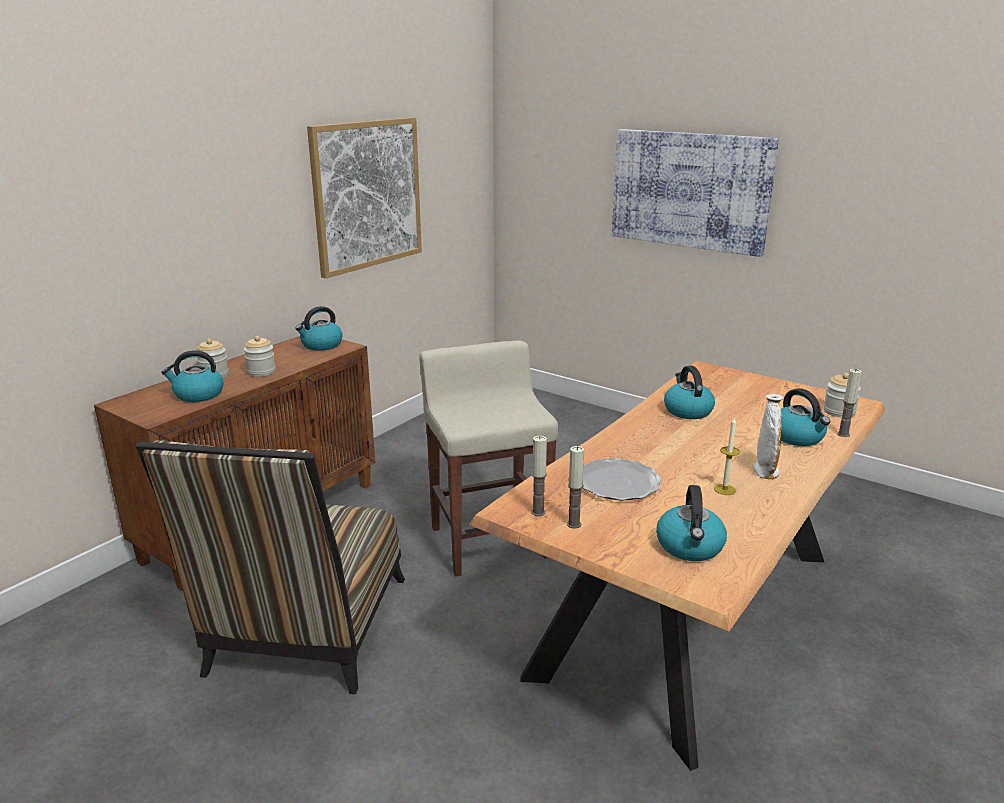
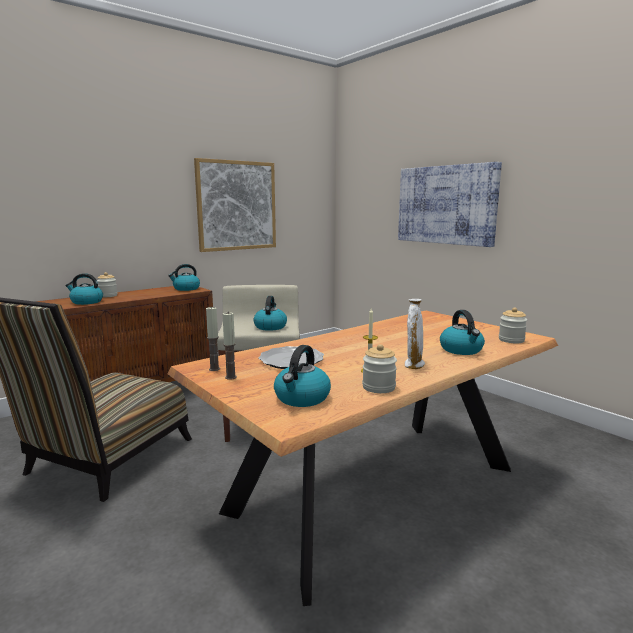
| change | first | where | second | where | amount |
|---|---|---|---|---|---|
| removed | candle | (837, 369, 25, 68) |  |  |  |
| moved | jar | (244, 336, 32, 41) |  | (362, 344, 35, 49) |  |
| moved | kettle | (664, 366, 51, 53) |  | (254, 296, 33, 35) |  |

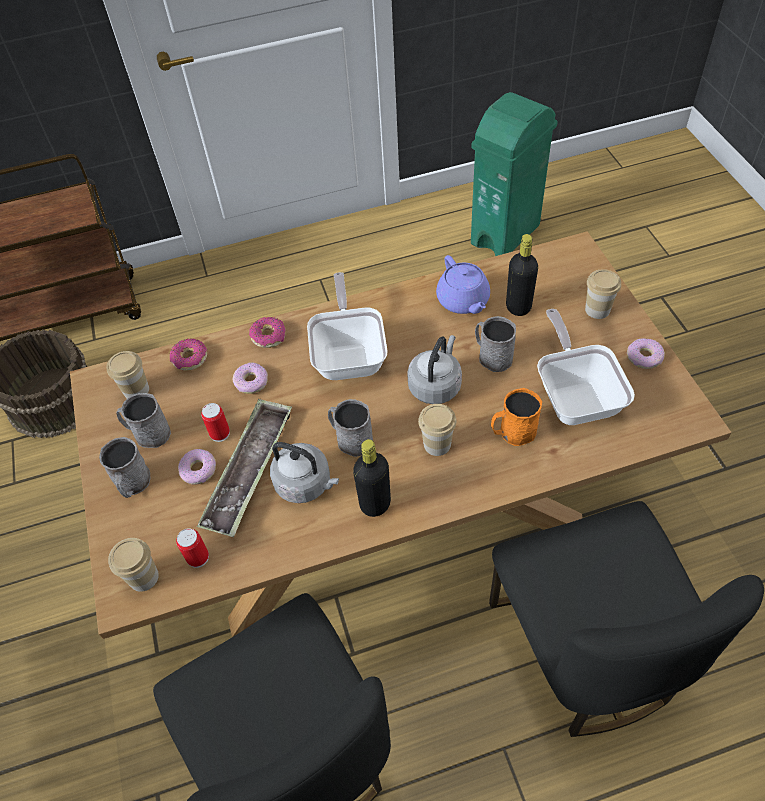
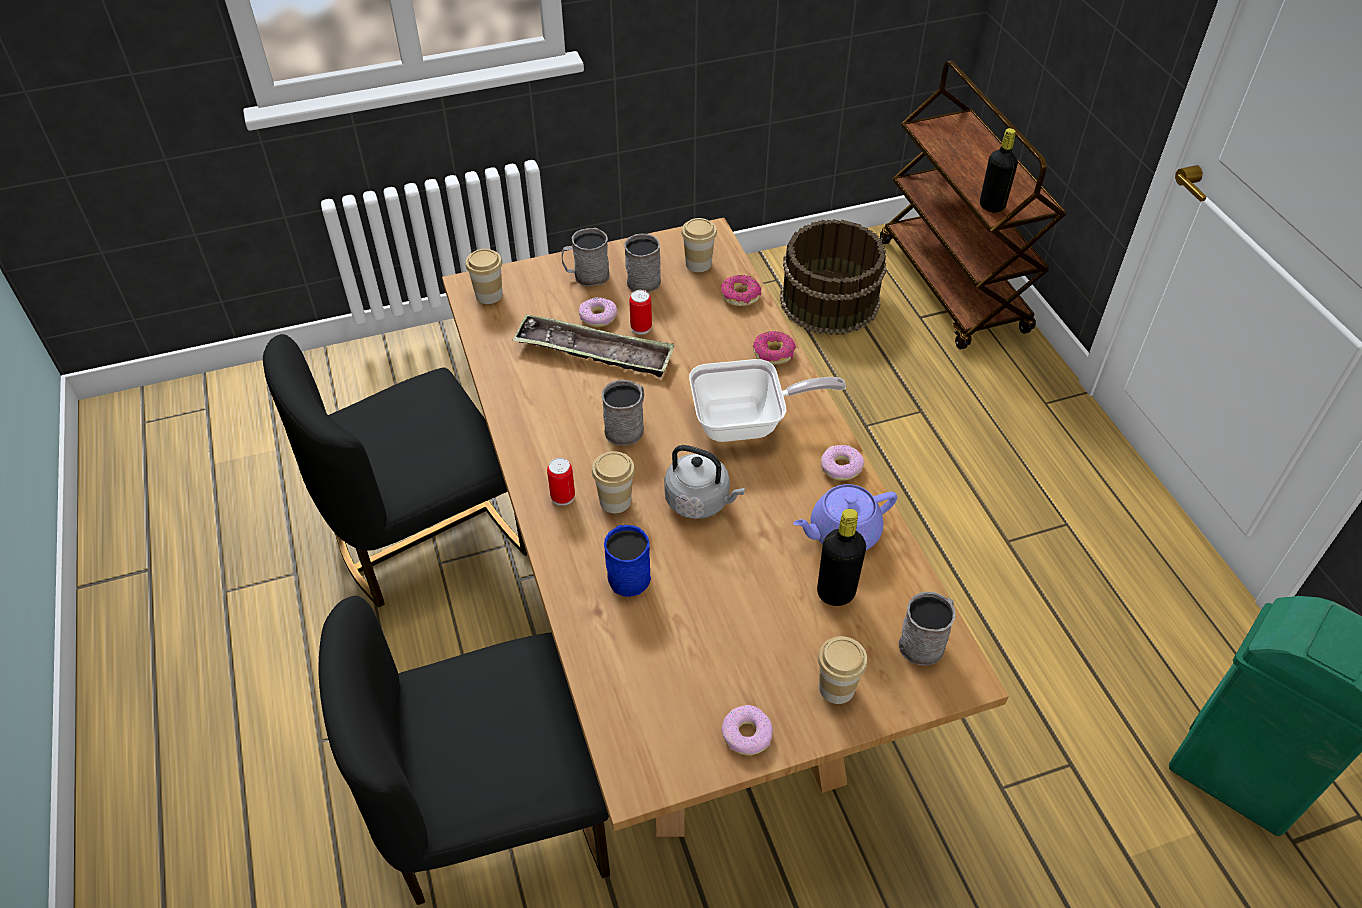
| change | first | where | second | where | amount |
|---|---|---|---|---|---|
| removed | grey kettle | (270, 442, 69, 61) |  |  |  |
| removed | frying pan | (537, 309, 98, 116) |  |  |  |
| moved | can | (176, 528, 33, 40) |  | (547, 458, 28, 48) |  |
| moved | donut | (233, 362, 35, 32) |  | (821, 445, 43, 36) |  |
| moved | black bottle | (353, 439, 38, 78) |  | (980, 128, 38, 85) |  |
| moved | grey mug | (475, 316, 41, 56) |  | (898, 592, 57, 74) |  |
| recoloured | orange mug | (491, 388, 51, 58) | blue mug | (604, 525, 47, 72) |  |

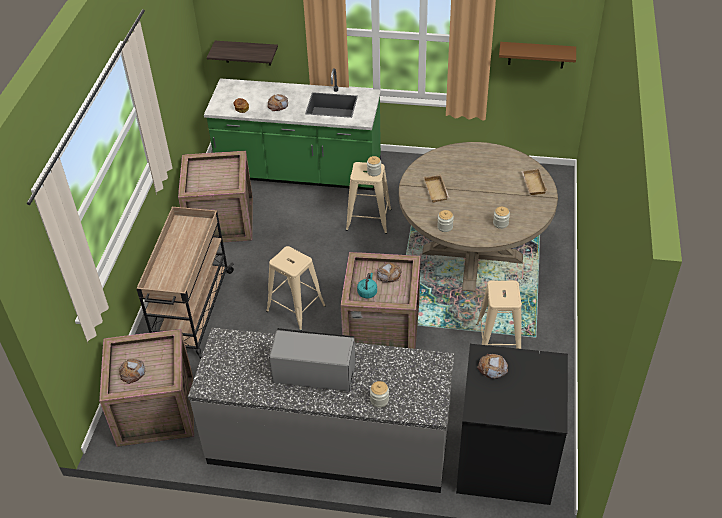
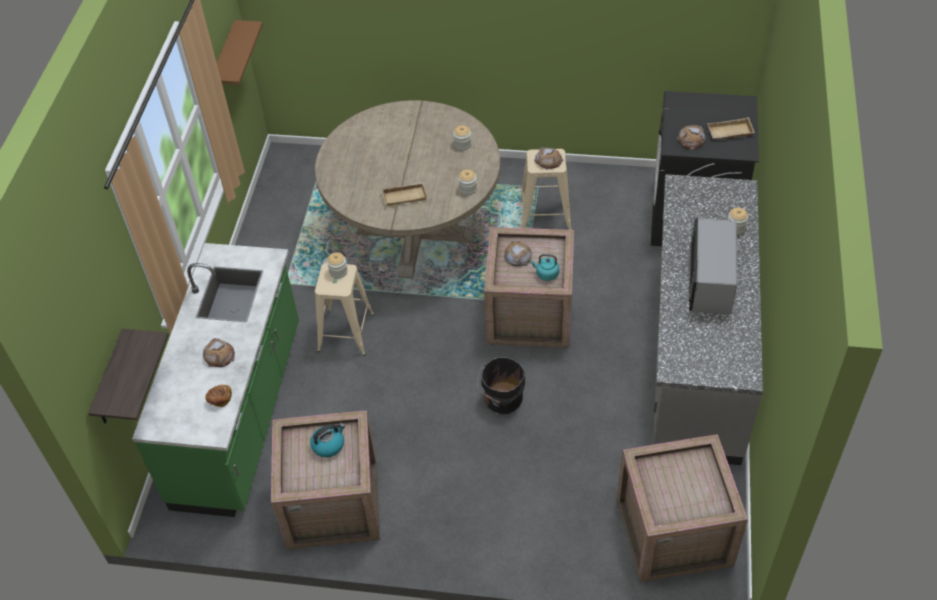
| change | first | where | second | where | amount |
|---|---|---|---|---|---|
| removed | beige cart | (136, 207, 98, 153) |  |  |  |
| added |  |  | kettle | (310, 423, 35, 34) |  |
| moved | bread | (119, 359, 26, 25) |  | (535, 147, 28, 23) |  |
| moved | beige tray | (521, 169, 27, 26) |  | (707, 117, 48, 22) |  |
| replaced | beige stool | (266, 246, 60, 85) | black bucket | (477, 357, 48, 57) |  |

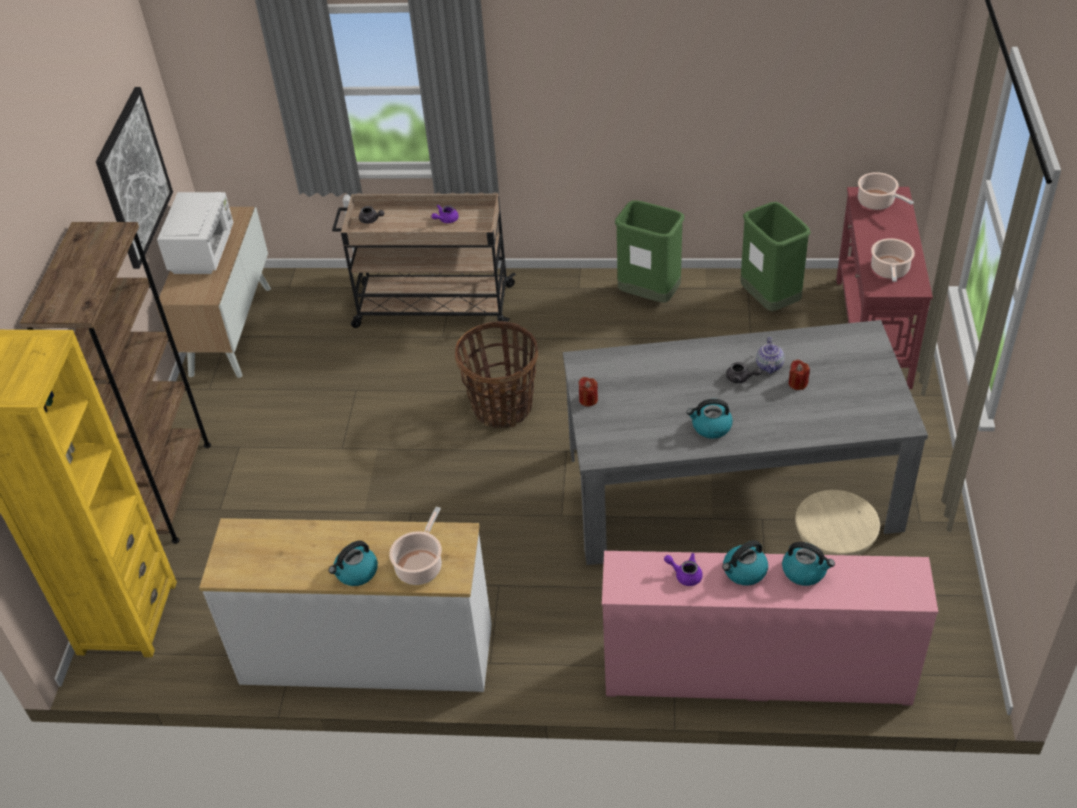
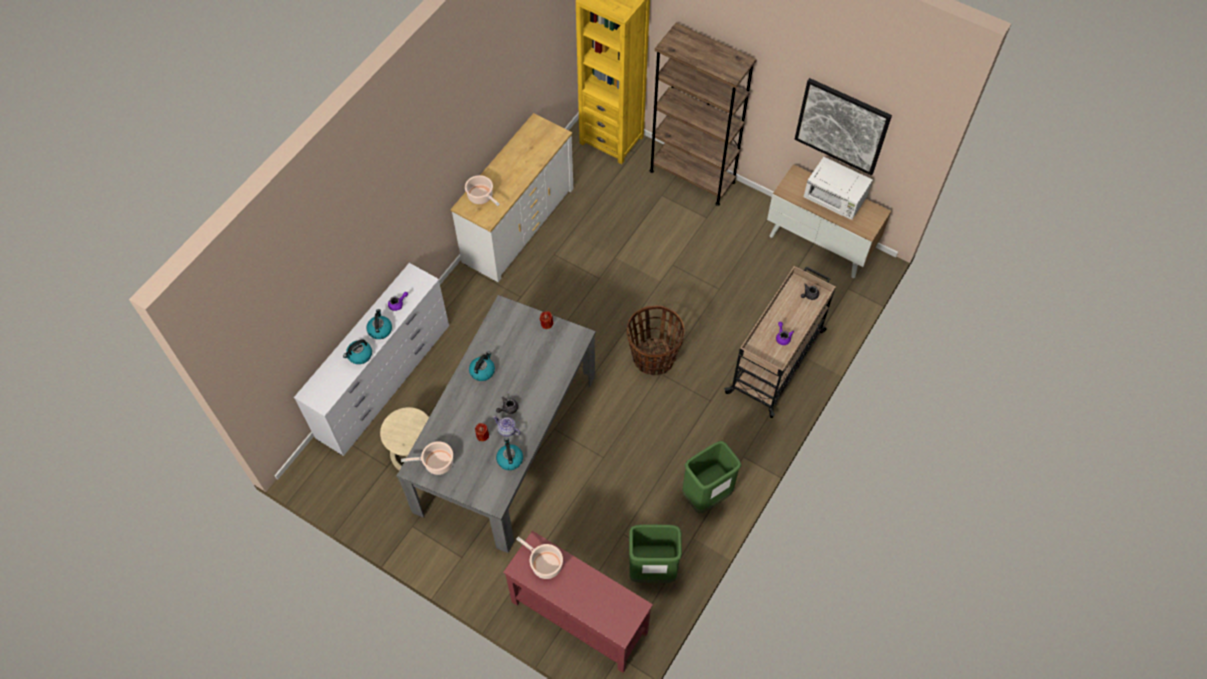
| change | first | where | second | where | amount |
|---|---|---|---|---|---|
| moved | kettle | (329, 541, 49, 45) |  | (496, 438, 27, 32) |  |
| moved | cooking pot | (858, 172, 56, 38) |  | (401, 441, 52, 34) |  |
| recoloured | pink dresser | (602, 551, 336, 155) | white dresser | (294, 263, 155, 193) |  |

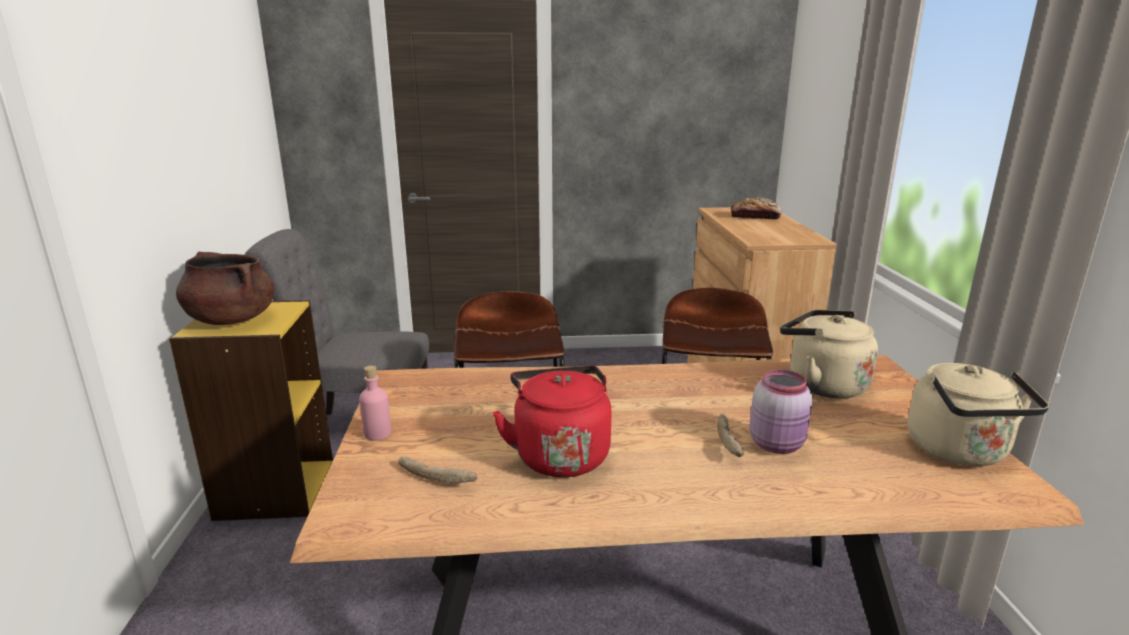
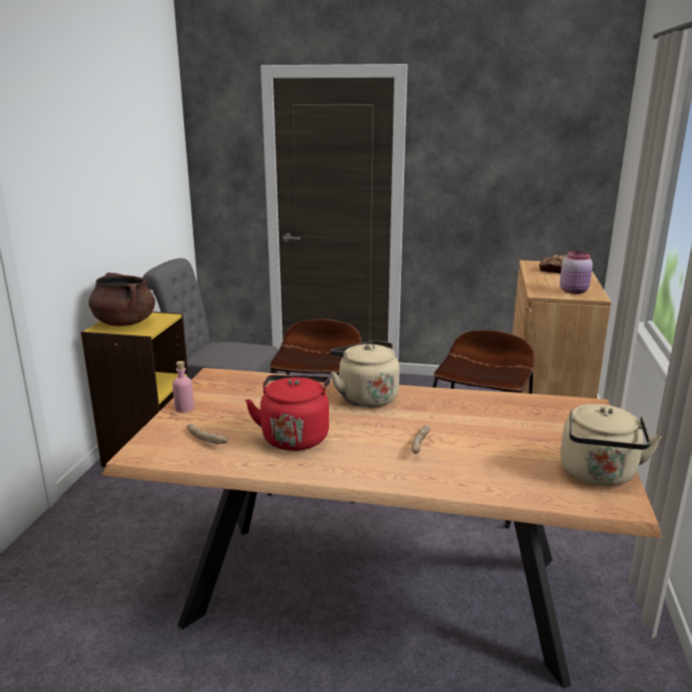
| change | first | where | second | where | amount |
|---|---|---|---|---|---|
| moved | pink jar | (749, 369, 63, 85) |  | (560, 251, 33, 43) |  |
| moved | beige kettle | (780, 310, 98, 88) |  | (330, 340, 70, 67) |  |

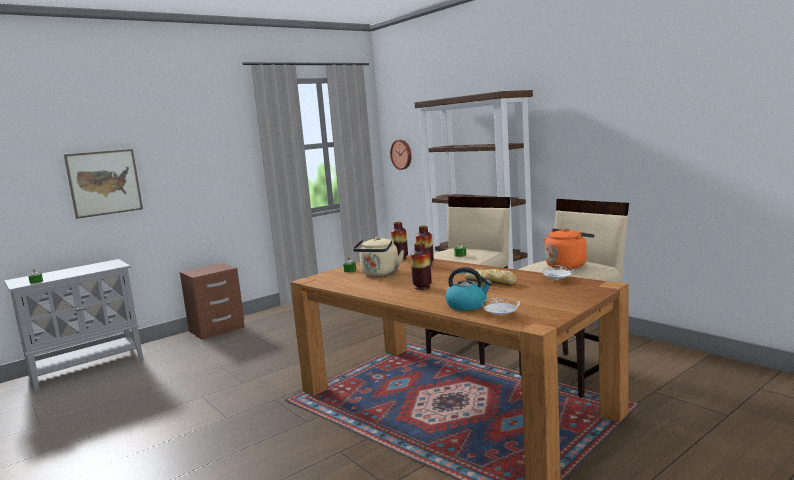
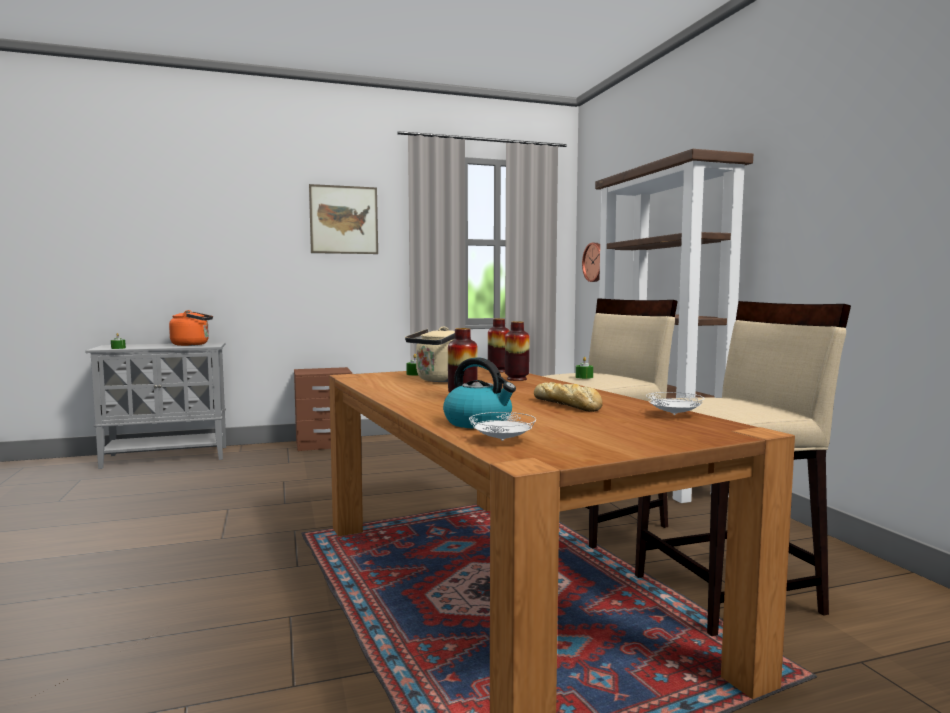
| change | first | where | second | where | amount |
|---|---|---|---|---|---|
| moved | picture | (64, 149, 79, 70) |  | (309, 184, 69, 70) |  |
| moved | orange kettle | (544, 228, 50, 41) |  | (169, 310, 44, 36) |  |

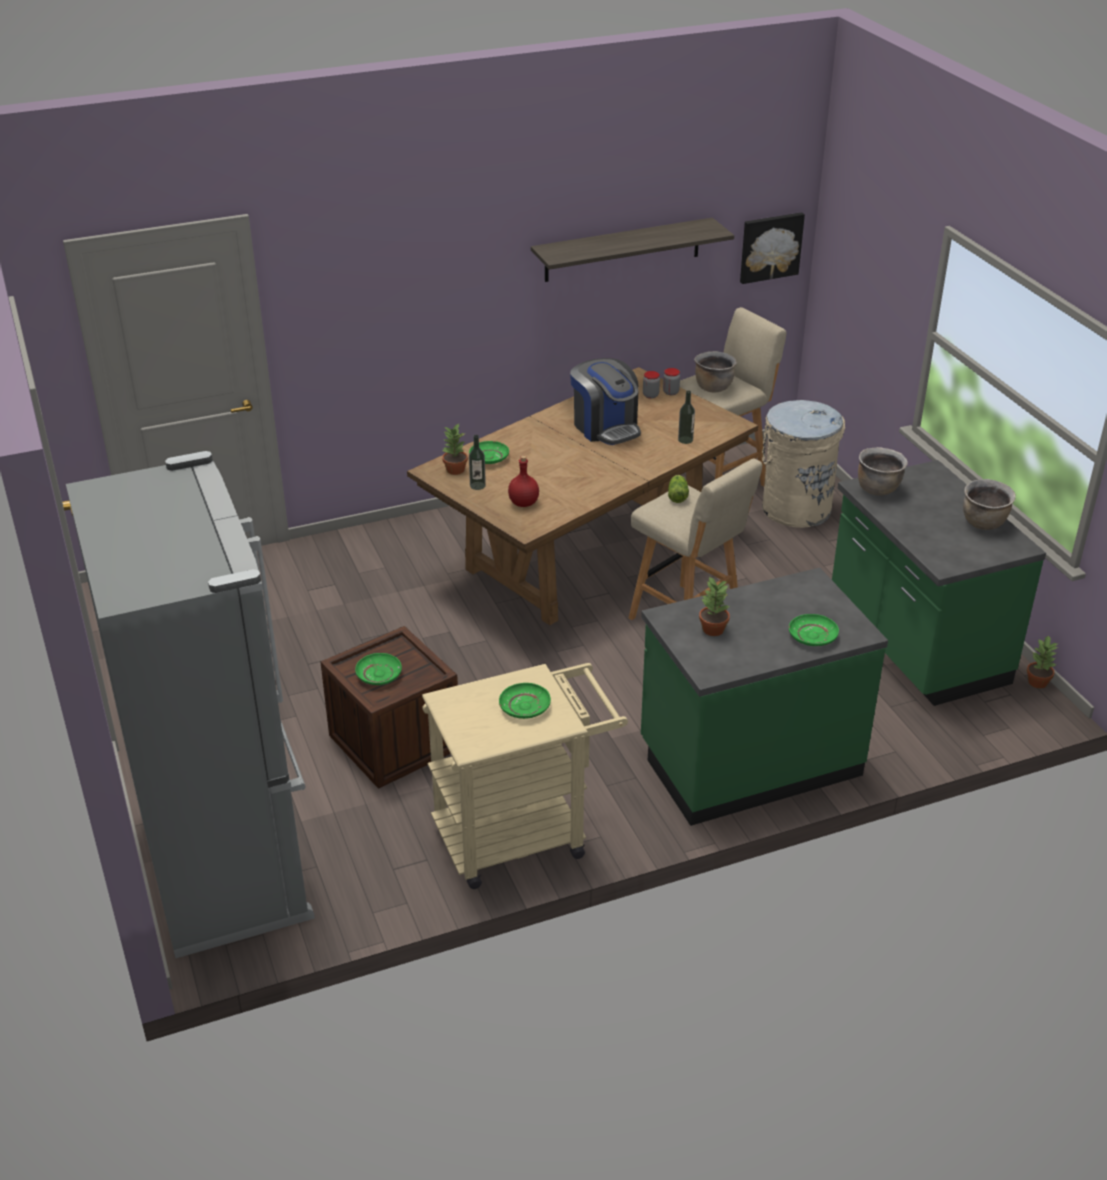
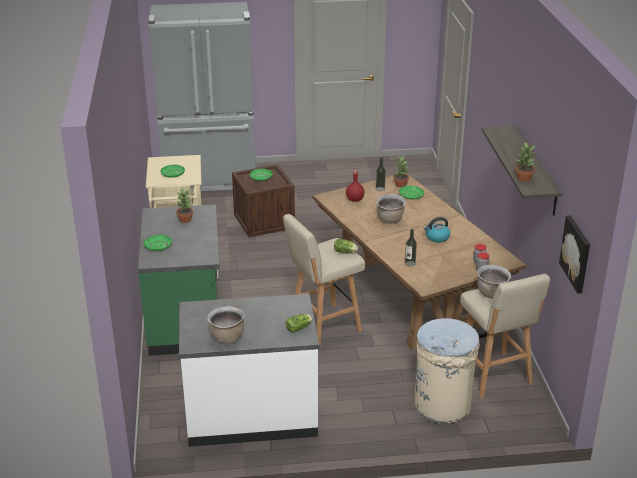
| change | first | where | second | where | amount |
|---|---|---|---|---|---|
| added |  |  | lettuce | (286, 314, 27, 18) |  |
| moved | brown cooking pot | (858, 447, 50, 49) |  | (376, 194, 30, 30) |  |
| moved | potted plant | (1027, 635, 32, 53) |  | (515, 142, 21, 40) |  |
| replaced | coffee machine | (570, 358, 71, 87) | kettle | (424, 217, 26, 26) |  |
| recoloured | green counter | (832, 460, 214, 246) | white counter | (179, 294, 140, 153) |  |

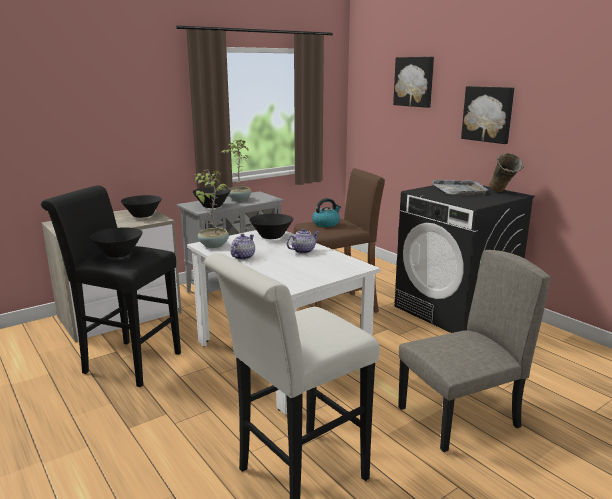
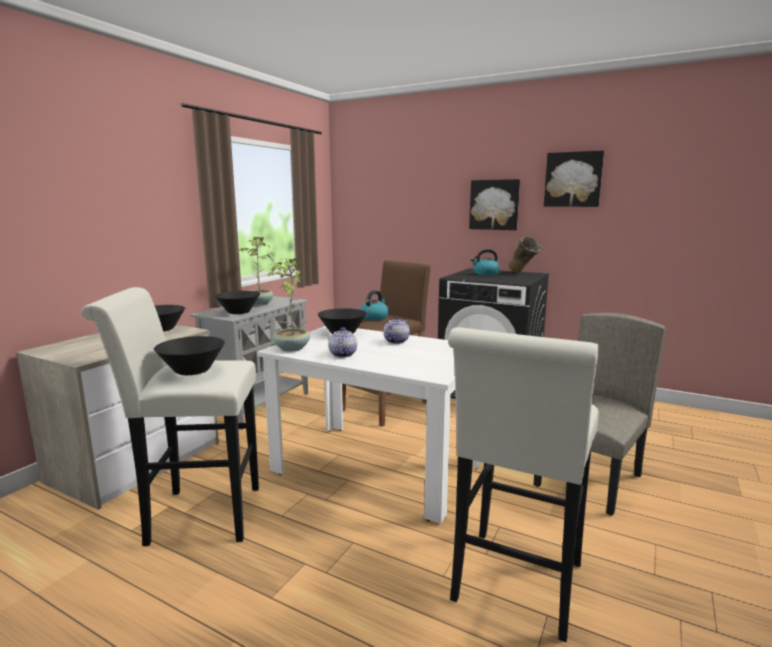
| change | first | where | second | where | amount |
|---|---|---|---|---|---|
| moved | picture | (393, 57, 41, 51) |  | (544, 150, 60, 57) |  |
| replaced | grey tray | (432, 180, 56, 15) | kettle | (471, 249, 29, 27) |  |
| recoloured | black stool | (41, 185, 140, 202) | white stool | (81, 287, 178, 259) |  |

